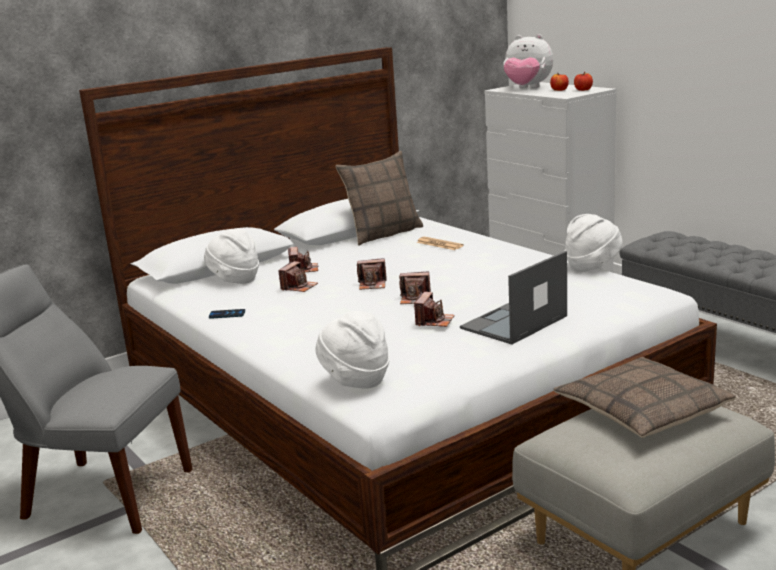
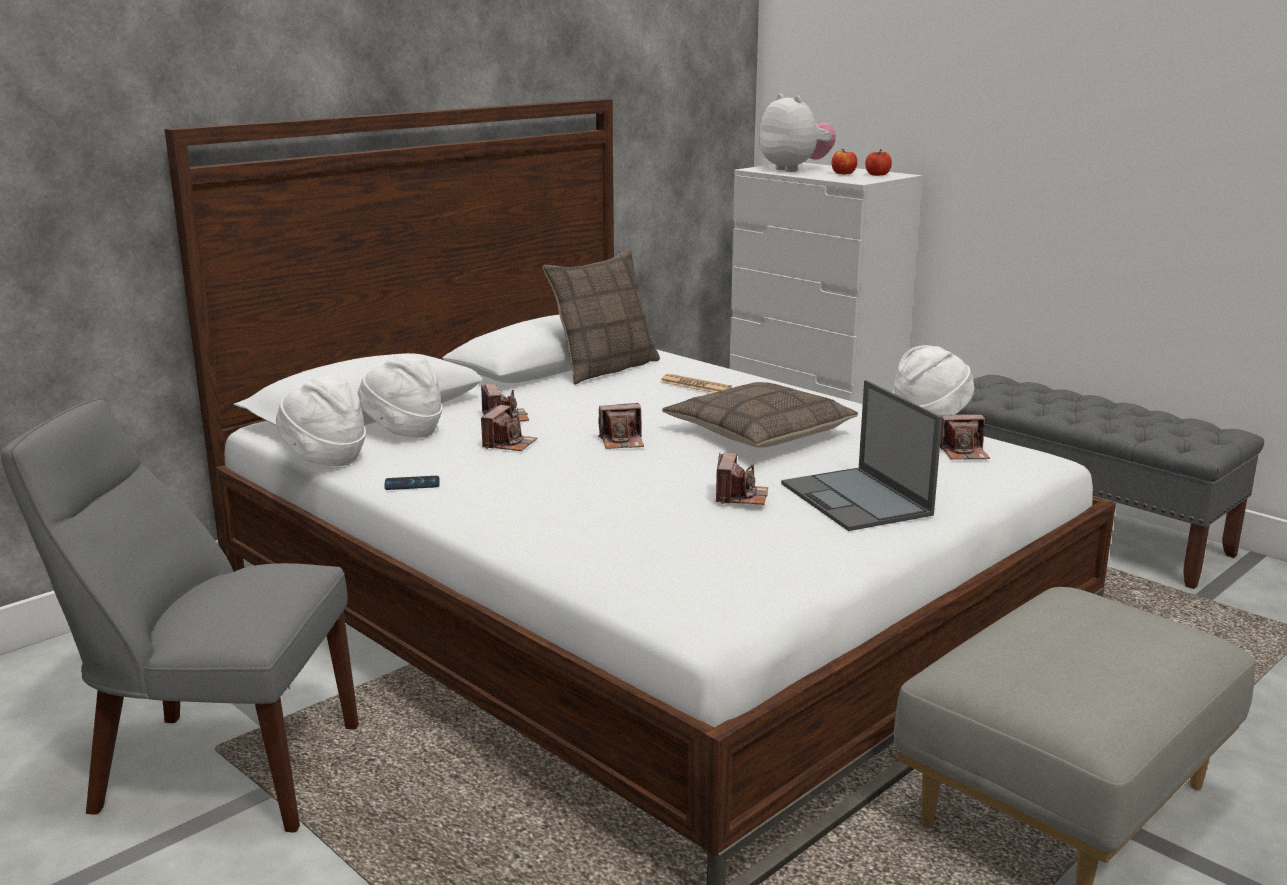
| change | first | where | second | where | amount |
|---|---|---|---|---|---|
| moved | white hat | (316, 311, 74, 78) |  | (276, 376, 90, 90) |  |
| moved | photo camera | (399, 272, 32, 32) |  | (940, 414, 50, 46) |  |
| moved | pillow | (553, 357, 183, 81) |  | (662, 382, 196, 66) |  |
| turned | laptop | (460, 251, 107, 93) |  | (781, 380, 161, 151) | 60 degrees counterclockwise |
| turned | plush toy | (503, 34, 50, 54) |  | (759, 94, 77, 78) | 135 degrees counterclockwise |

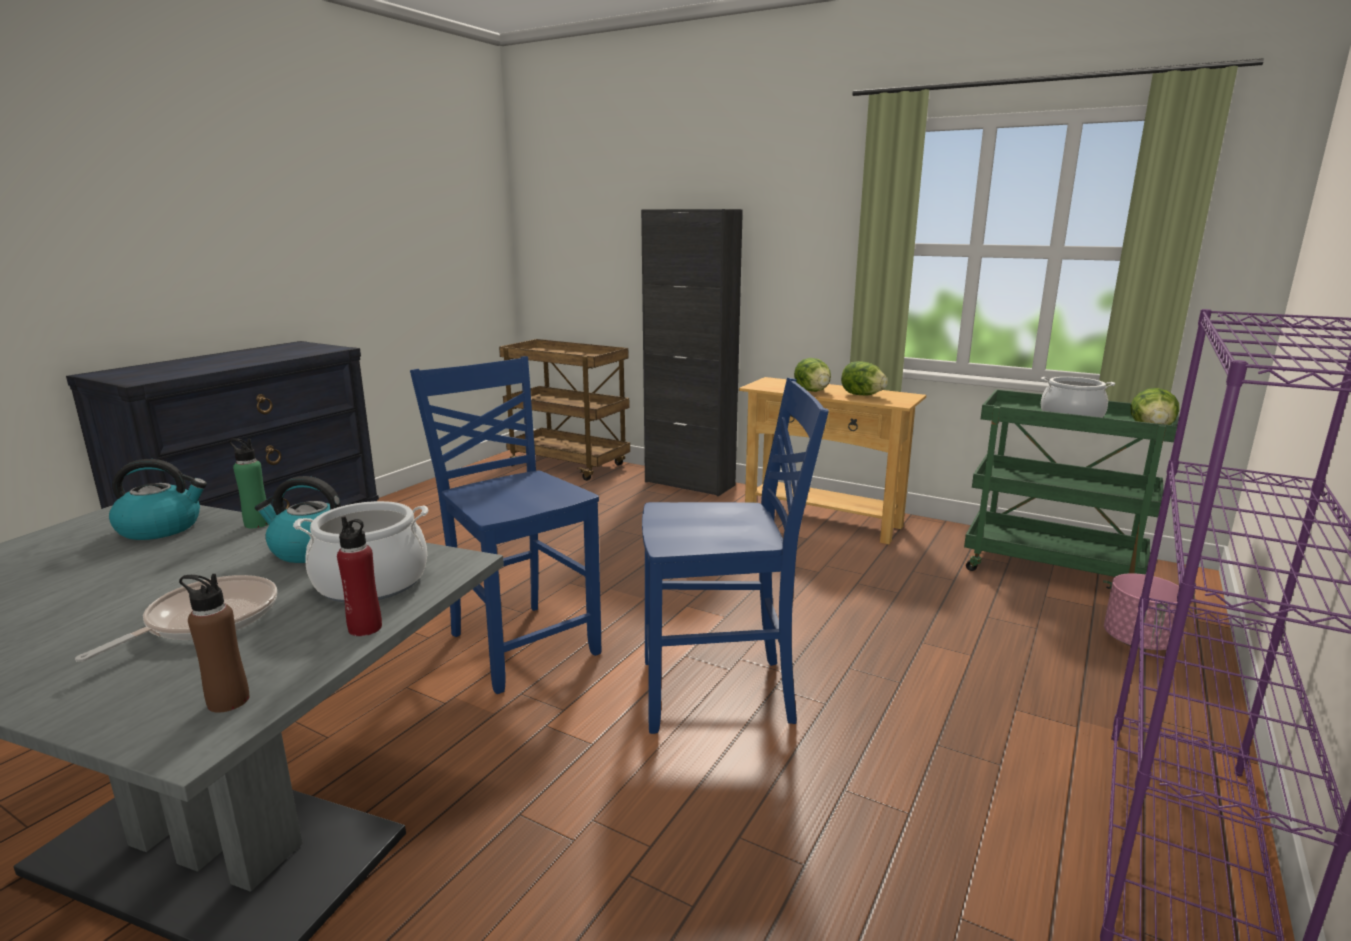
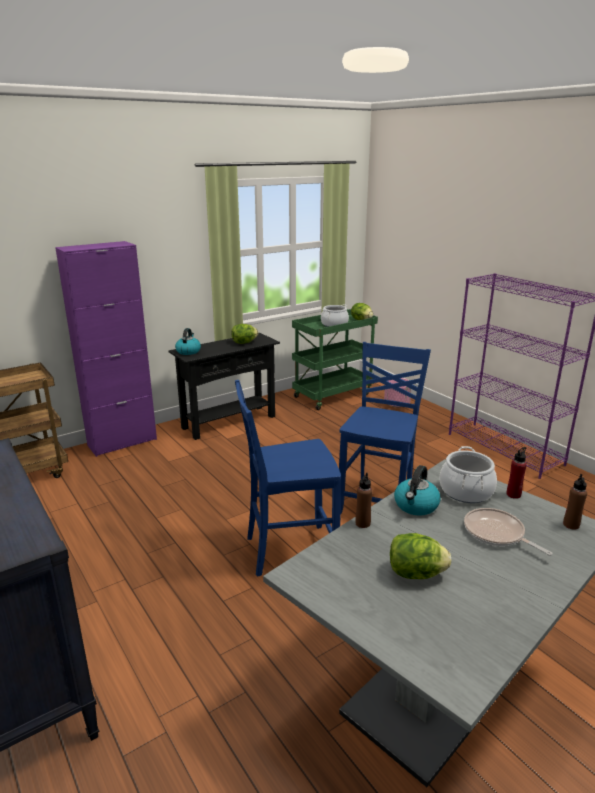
| change | first | where | second | where | amount |
|---|---|---|---|---|---|
| moved | kettle | (109, 459, 98, 81) |  | (175, 328, 26, 27) |  |
| moved | lettuce | (794, 358, 37, 34) |  | (390, 533, 62, 46) |  |
| recoloured | green bottle | (229, 438, 40, 90) | brown bottle | (355, 473, 18, 55) |  |
| recoloured | black cabinet | (641, 209, 102, 288) | purple cabinet | (55, 241, 102, 216) |  |
| recoloured | beige console table | (739, 377, 187, 167) | black console table | (168, 333, 112, 107) |  |

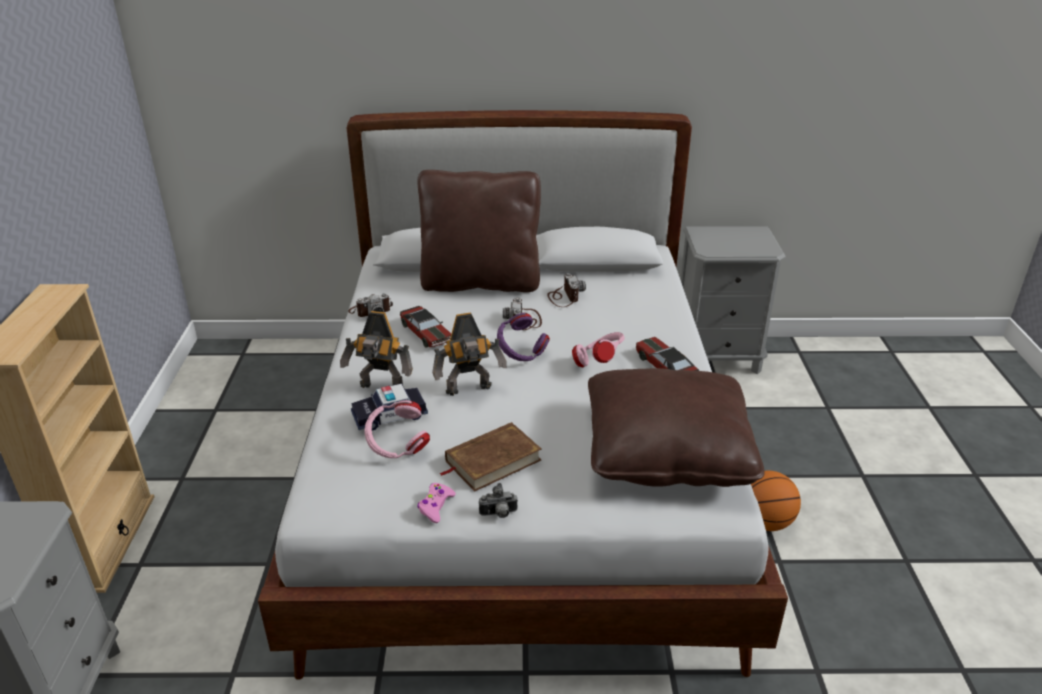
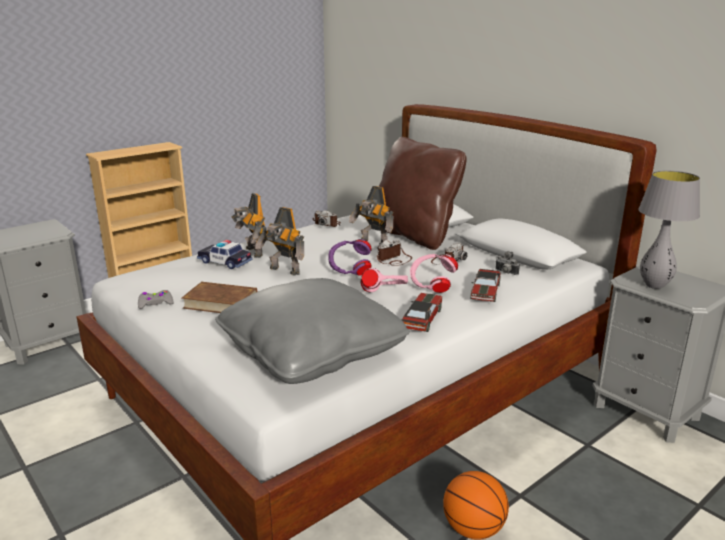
| change | first | where | second | where | amount |
|---|---|---|---|---|---|
| added |  |  | toy robot | (349, 186, 44, 58) |  |
| added |  |  | grey table lamp | (638, 171, 62, 118) |  |
| moved | pink headphones | (364, 400, 66, 58) |  | (410, 254, 48, 39) |  |
| moved | toy car | (400, 306, 51, 42) |  | (471, 269, 30, 33) |  |
| moved | photo camera | (479, 483, 39, 35) |  | (495, 251, 25, 24) |  |
| recoloured | pink game controller | (417, 483, 39, 40) | grey game controller | (138, 290, 35, 19) |  |
| recoloured | brown pillow | (588, 368, 177, 119) | grey pillow | (215, 278, 195, 106) |  |

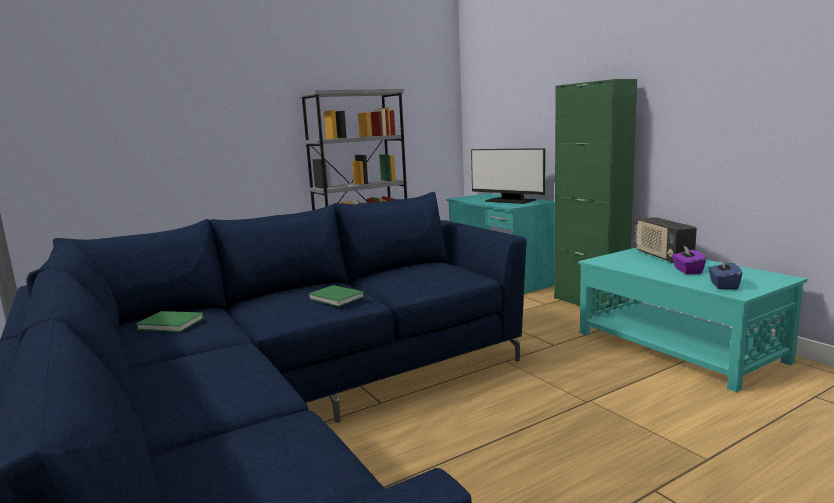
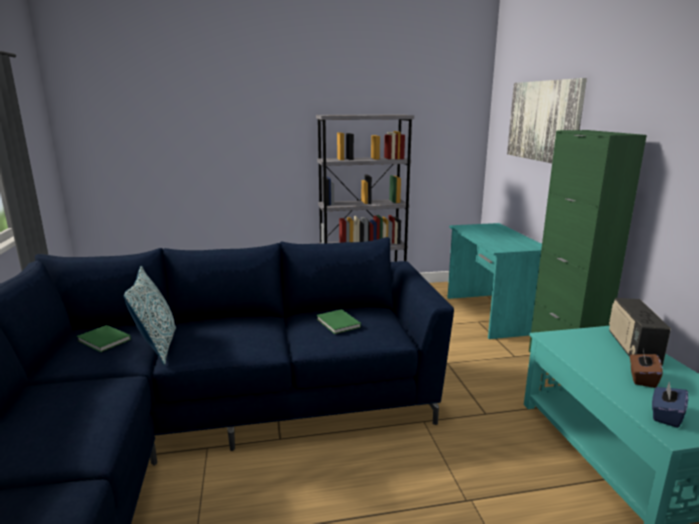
| change | first | where | second | where | amount |
|---|---|---|---|---|---|
| removed | monitor | (471, 148, 74, 56) |  |  |  |
| added |  |  | pillow | (124, 266, 52, 99) |  |
| added |  |  | picture | (507, 78, 80, 85) |  |
| moved | green book | (308, 285, 56, 22) |  | (317, 309, 44, 25) |  |
| recoloured | purple tissue box | (672, 245, 34, 29) | brown tissue box | (630, 350, 33, 38) |  |

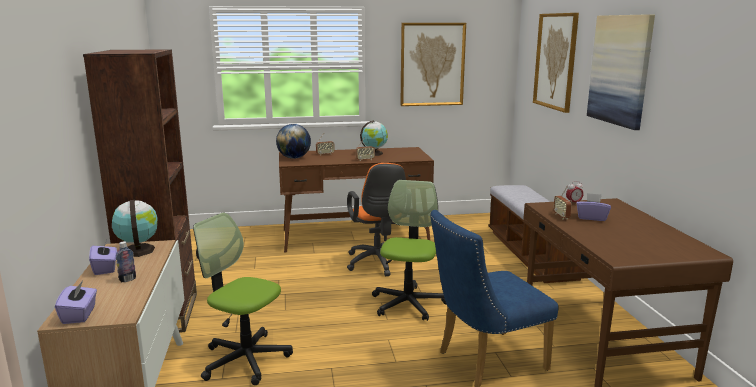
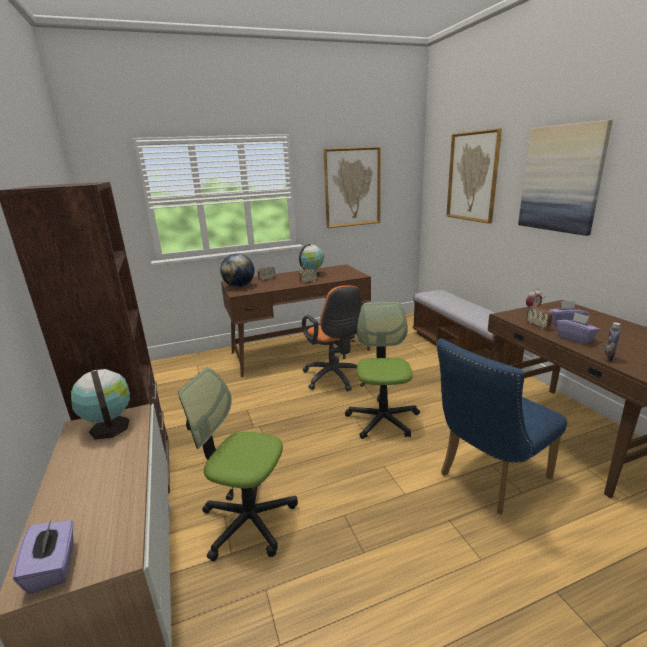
| change | first | where | second | where | amount |
|---|---|---|---|---|---|
| moved | purple tissue box | (89, 240, 28, 35) |  | (557, 312, 43, 33) |  |
| moved | bottle | (116, 241, 20, 41) |  | (603, 322, 18, 40) |  |

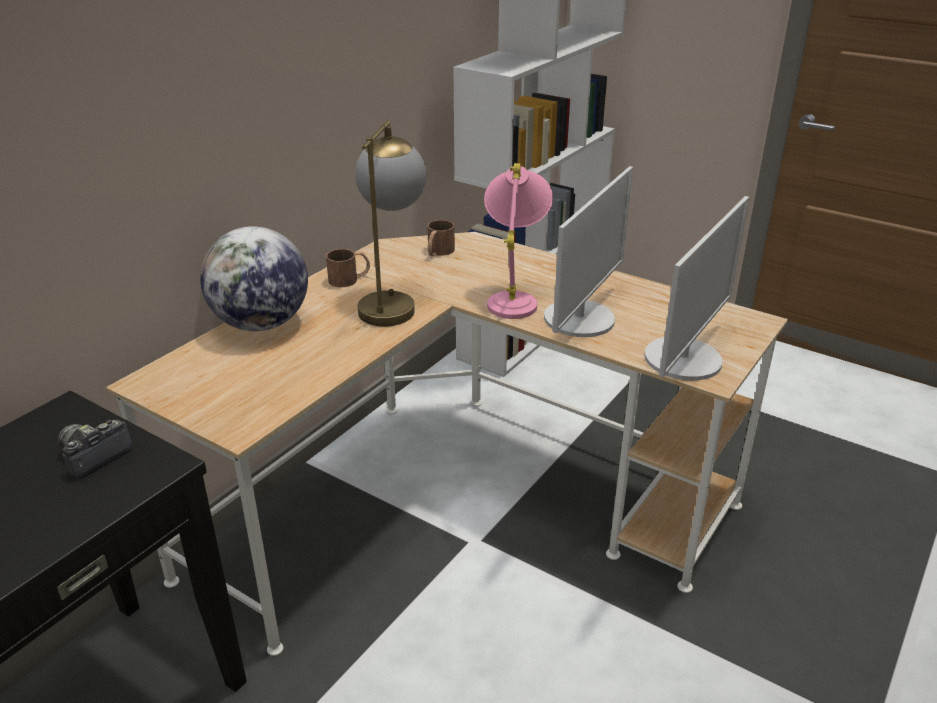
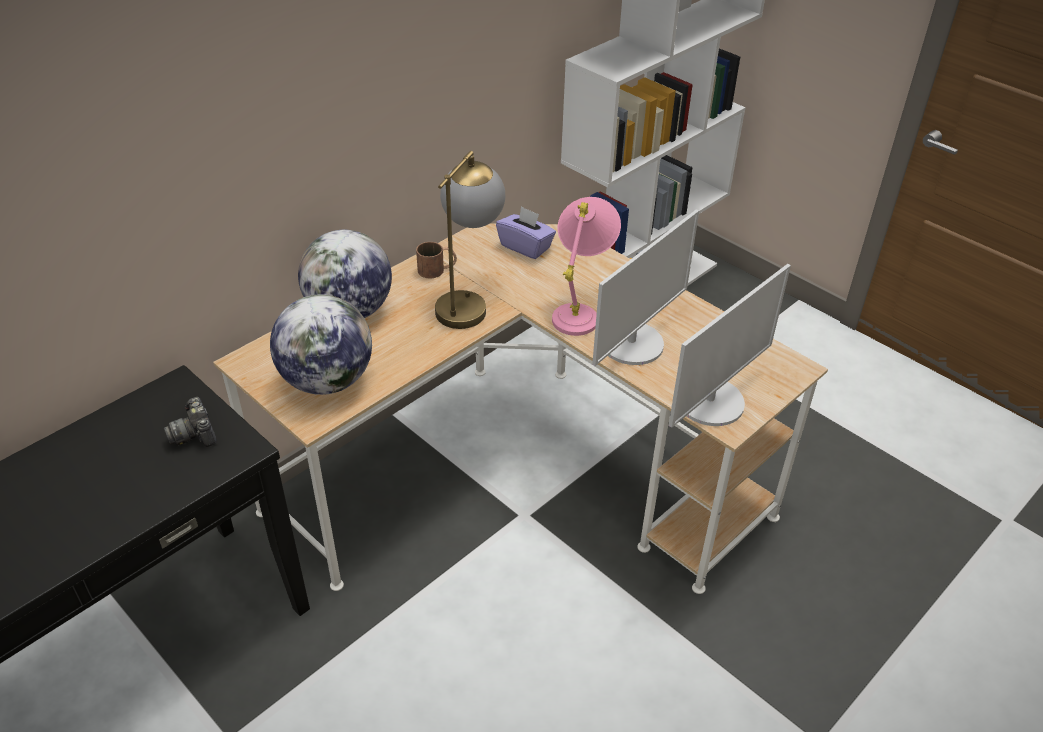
| change | first | where | second | where | amount |
|---|---|---|---|---|---|
| added |  |  | globe | (270, 294, 102, 101) |  |
| replaced | brown mug | (427, 220, 28, 36) | purple tissue box | (496, 206, 60, 53) |  |
| turned | photo camera | (58, 420, 75, 59) |  | (164, 397, 53, 50) | 75 degrees counterclockwise |

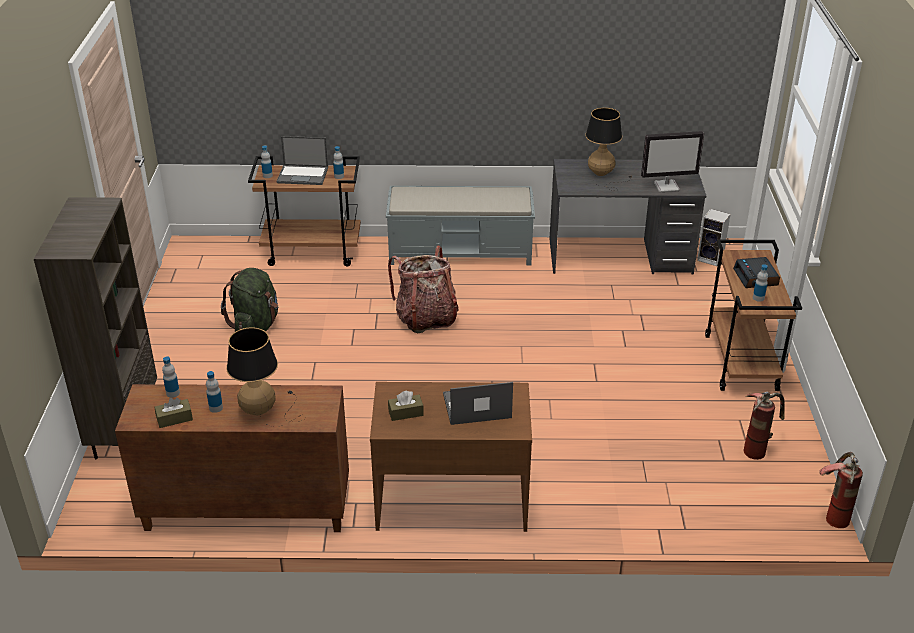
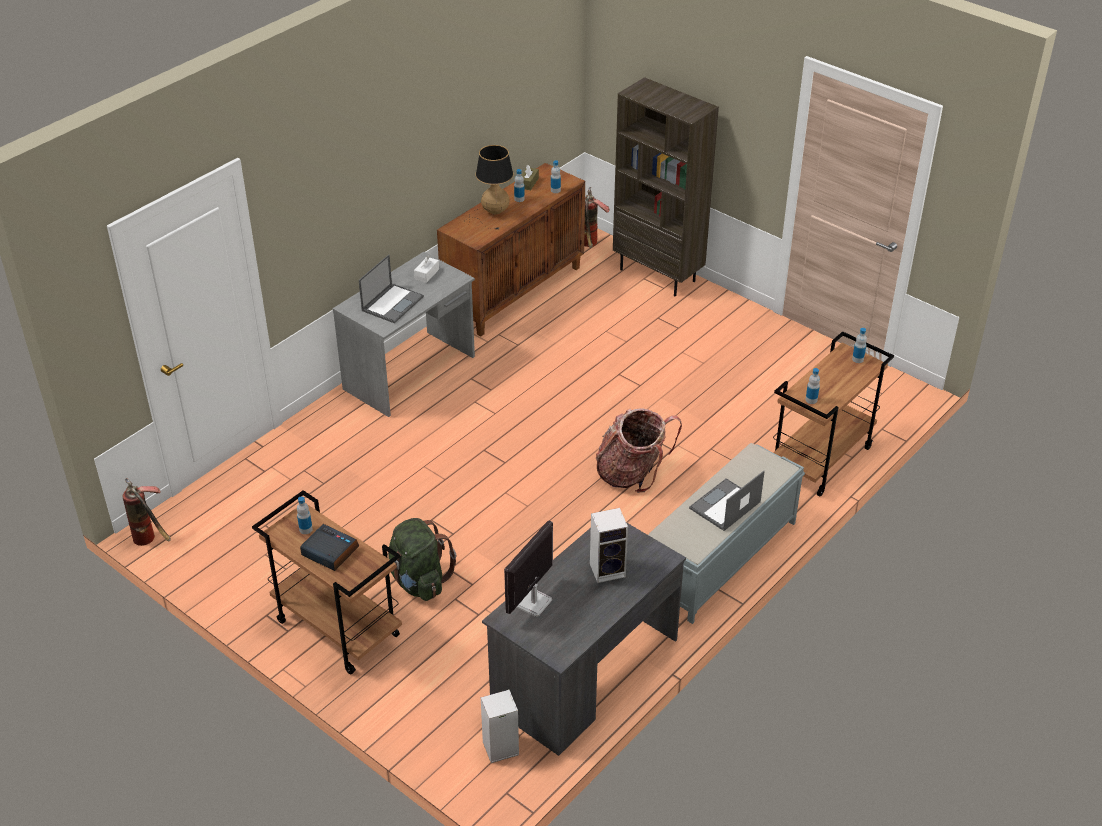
| change | first | where | second | where | amount |
|---|---|---|---|---|---|
| moved | green backpack | (221, 268, 57, 64) |  | (388, 518, 68, 83) |  |
| moved | laptop | (276, 136, 52, 49) |  | (689, 471, 76, 60) |  |
| moved | fire extinguisher | (743, 392, 42, 68) |  | (584, 187, 26, 61) |  |
| replaced | table lamp | (585, 108, 47, 83) | speaker | (590, 508, 38, 75) |  |
| recoloured | brown desk | (370, 382, 162, 150) | grey desk | (333, 252, 142, 165) |  |
| recoloured | brown tissue box | (388, 391, 36, 30) | white tissue box | (414, 255, 25, 28) |  |

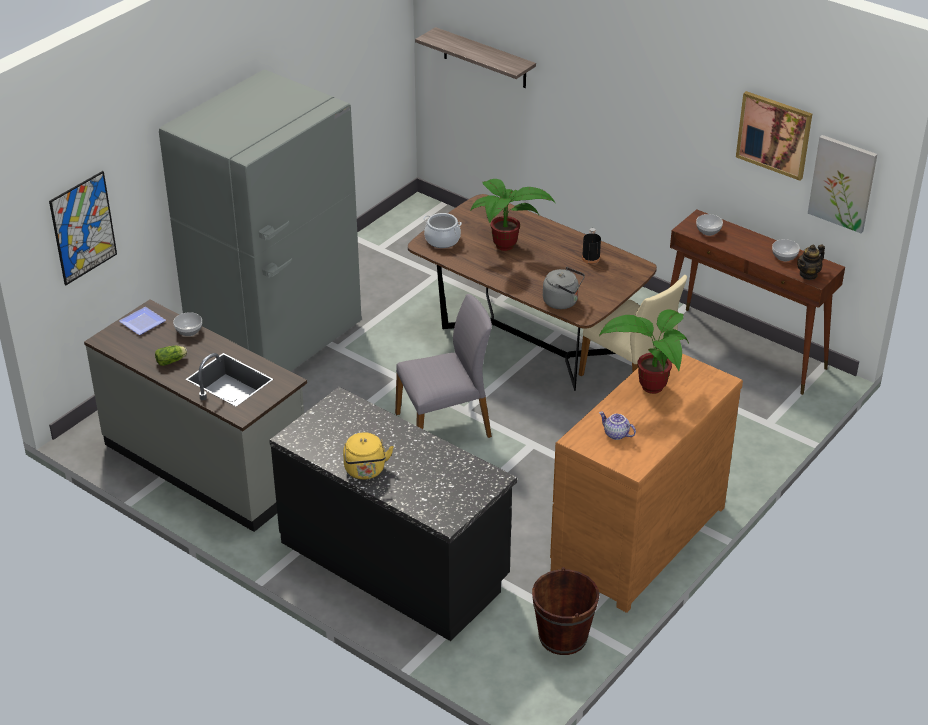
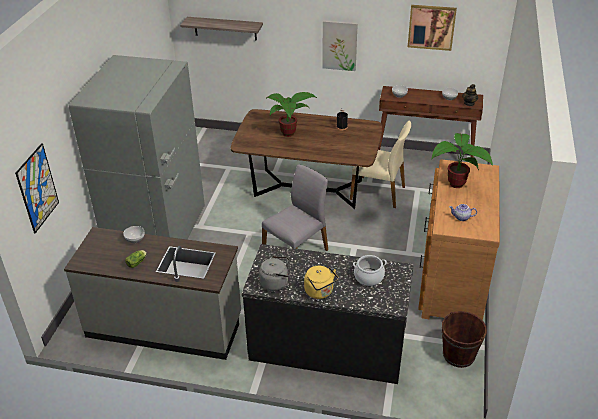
| change | first | where | second | where | amount |
|---|---|---|---|---|---|
| removed | plate | (119, 307, 47, 28) |  |  |  |
| moved | cooking pot | (423, 213, 39, 35) |  | (353, 255, 34, 31) |  |
| moved | grey kettle | (543, 267, 42, 42) |  | (259, 256, 31, 35) |  |
| moved | picture | (808, 135, 69, 98) |  | (322, 20, 36, 51) |  |

